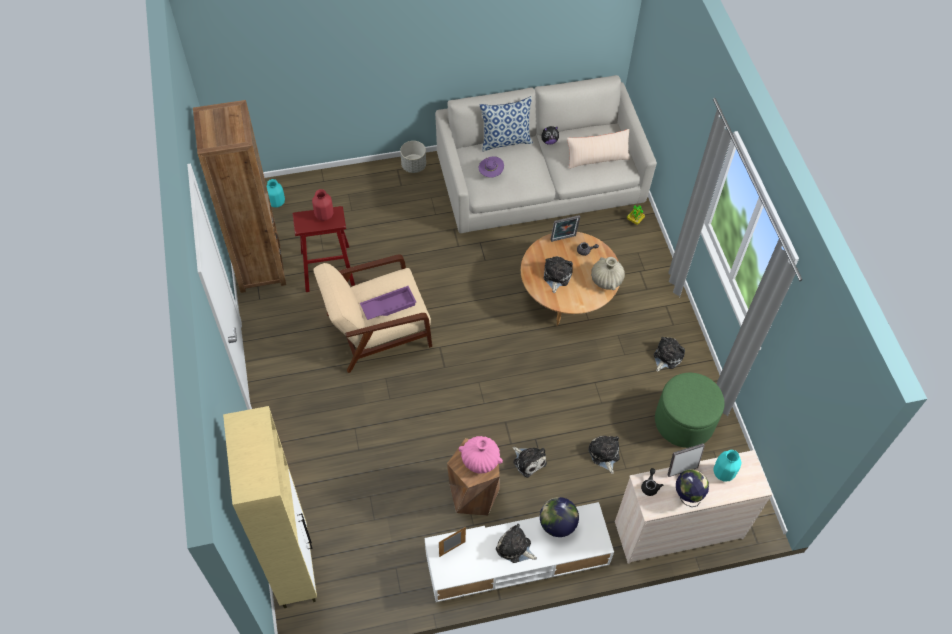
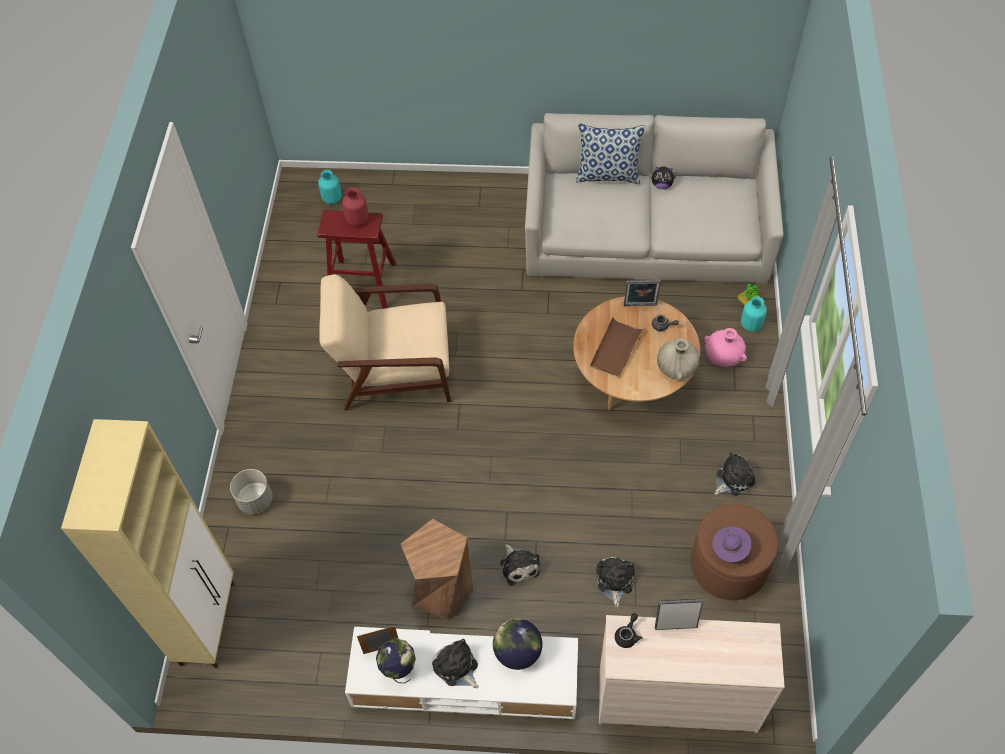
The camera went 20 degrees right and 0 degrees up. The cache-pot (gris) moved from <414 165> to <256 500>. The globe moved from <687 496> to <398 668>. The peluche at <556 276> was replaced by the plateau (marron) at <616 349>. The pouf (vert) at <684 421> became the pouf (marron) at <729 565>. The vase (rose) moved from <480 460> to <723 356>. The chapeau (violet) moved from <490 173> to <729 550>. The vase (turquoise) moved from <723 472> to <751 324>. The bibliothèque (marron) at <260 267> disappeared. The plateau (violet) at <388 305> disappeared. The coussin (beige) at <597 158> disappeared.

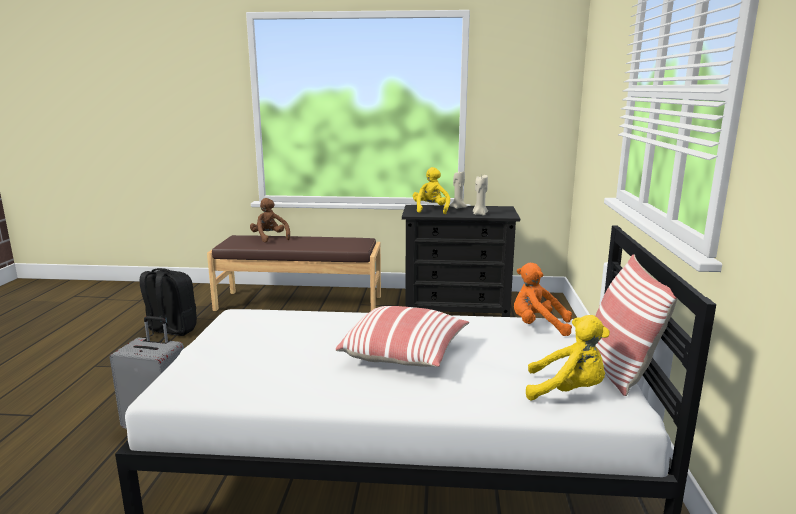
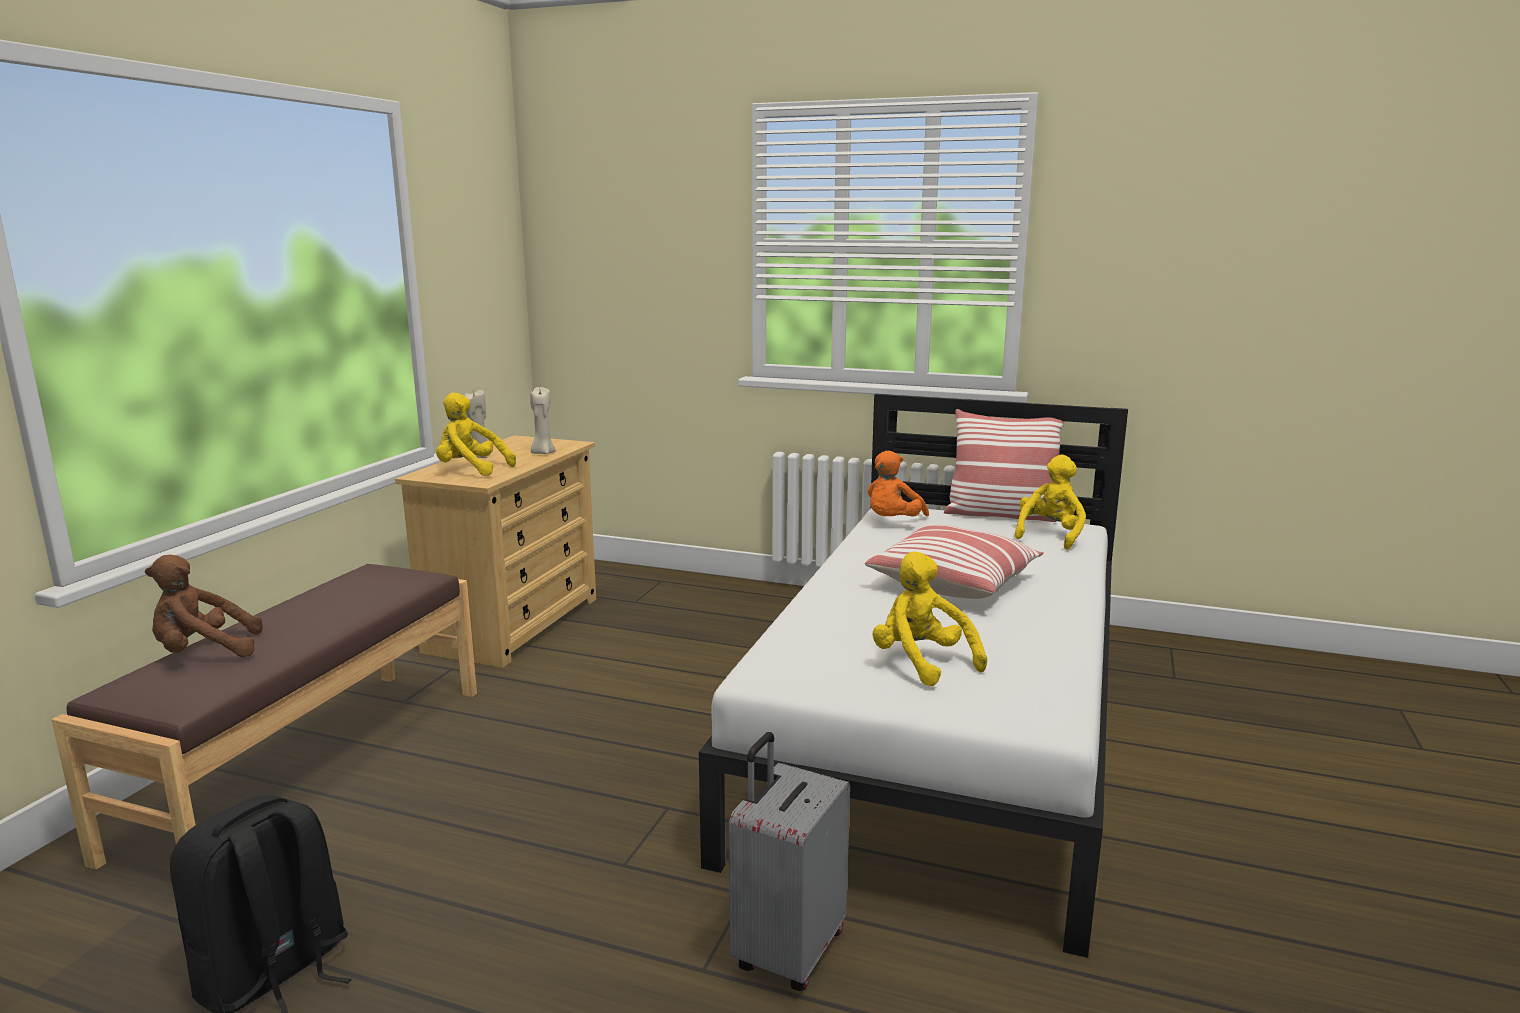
The camera went 75 degrees left and 0 degrees up. The commode (noir) at <457 306> became the commode (beige) at <514 624>. The peluche (jaune) at <921 662> appeared.

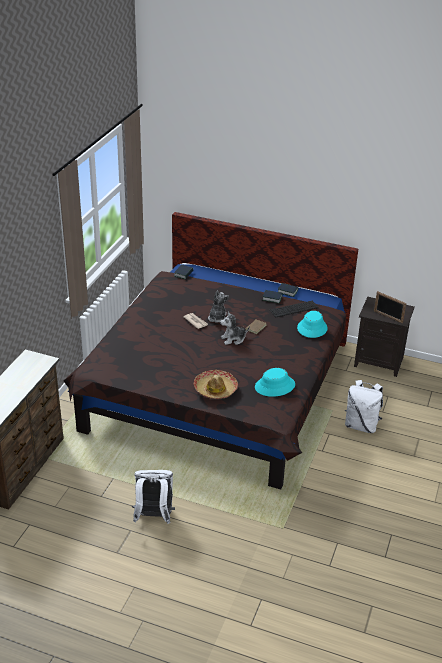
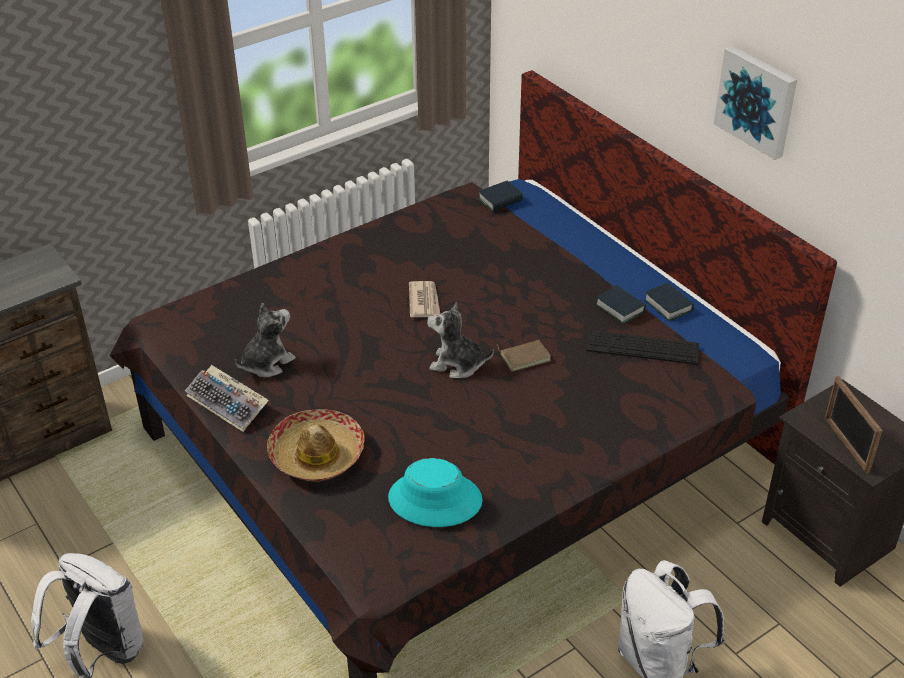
The camera went 35 degrees right and 5 degrees up. The clavier at <229 404> appeared. The peluche moved from <217 318> to <266 363>. The tableau at <757 101> appeared. The chapeau (turquoise) at <312 328> disappeared.

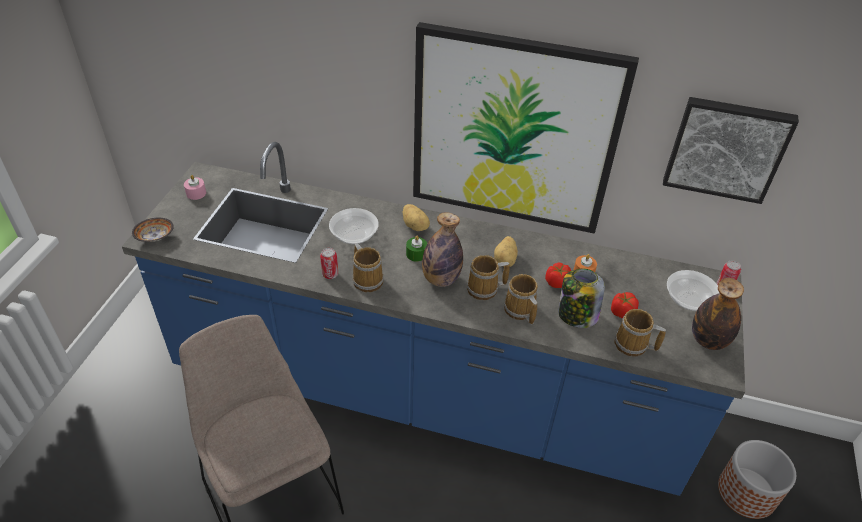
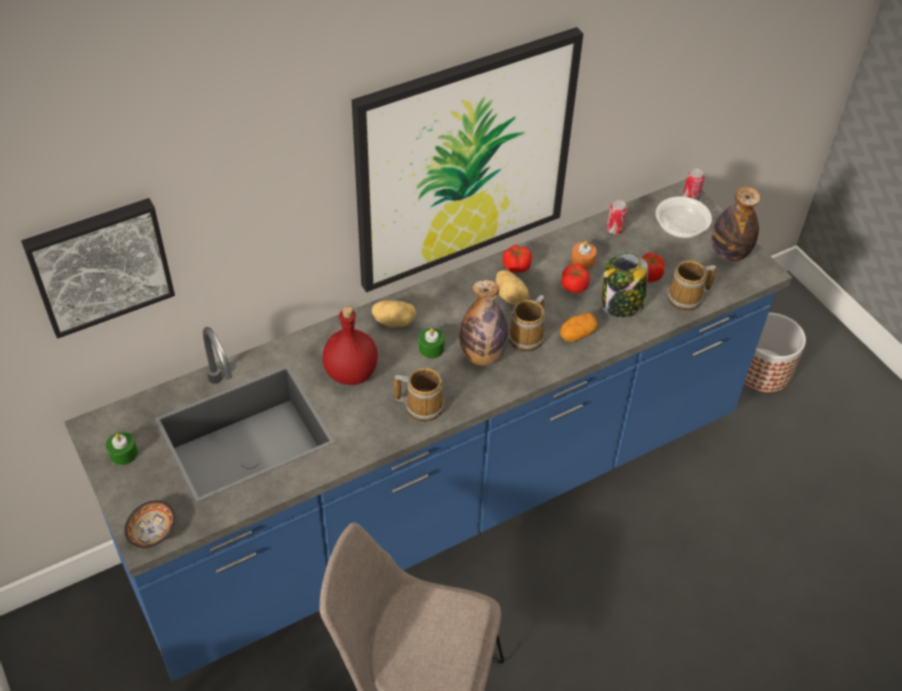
The camera went 45 degrees left and 5 degrees up. The tableau moved from <726 148> to <99 264>. The bougie (rose) at <196 193> became the bougie (vert) at <123 453>. The bol at <354 235> was replaced by the bouteille (rouge) at <352 373>. The tomate at <516 266> appeared. The mug at <519 310> was replaced by the pomme de terre at <577 334>. The boîte métallique moved from <330 274> to <614 229>.

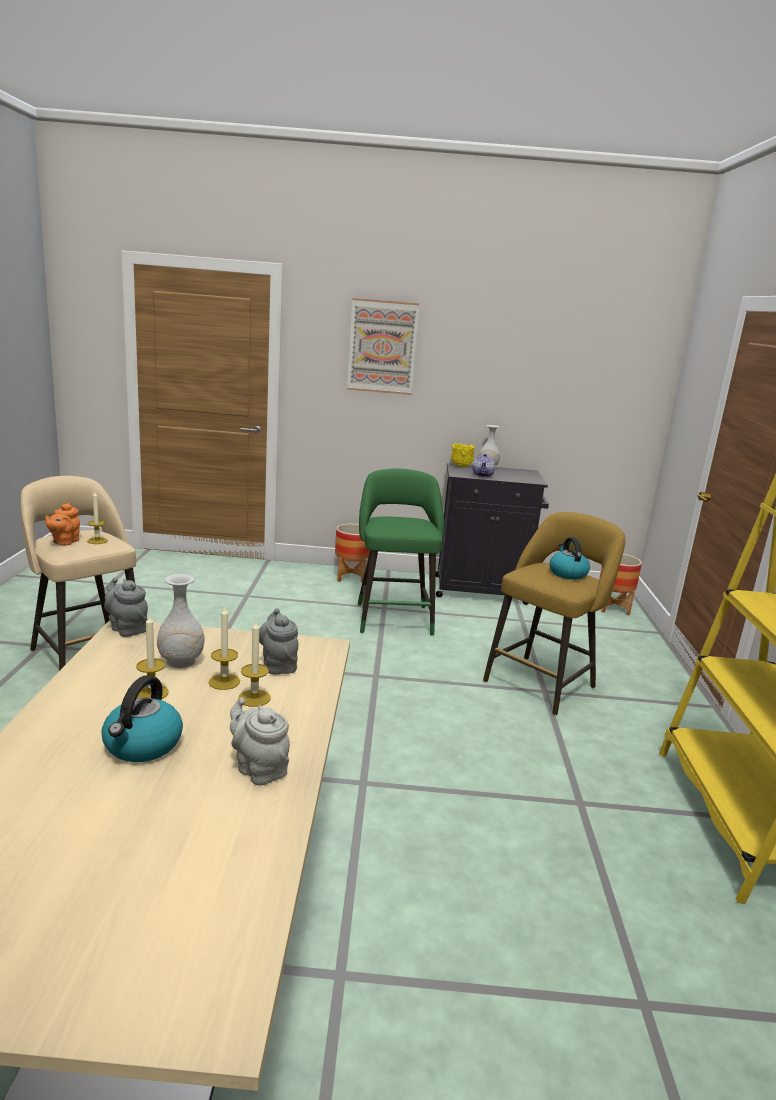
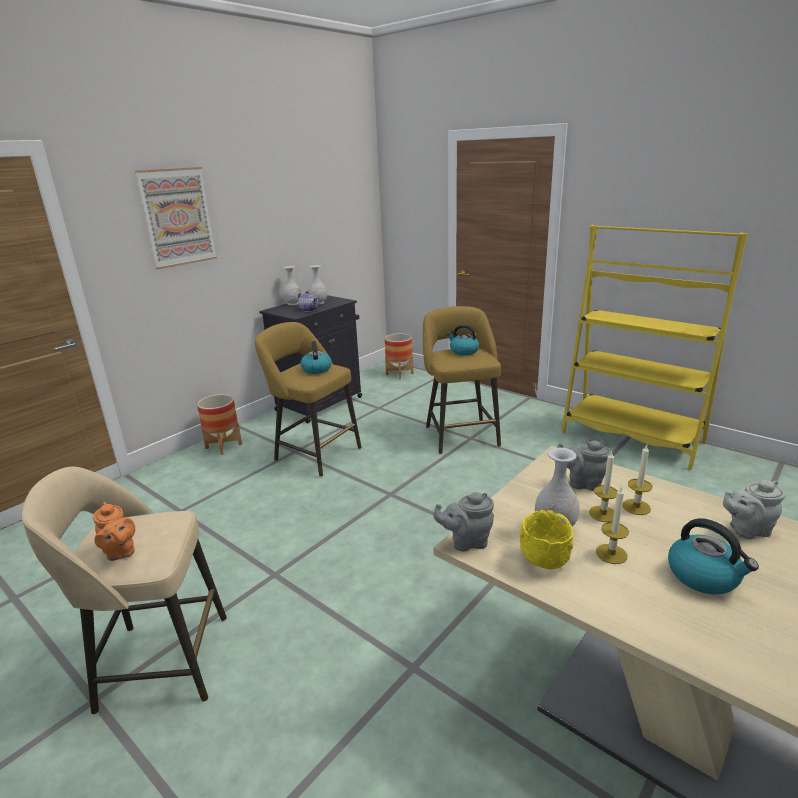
The camera went 50 degrees left and 5 degrees up. The tabouret (vert) at <393 617> became the tabouret (jaune) at <314 453>. The bouilloire at <316 369> appeared. The vase (blanc) at <318 303> appeared. The bol (jaune) moved from <461 466> to <544 560>. The bougie at <97 541> disappeared.

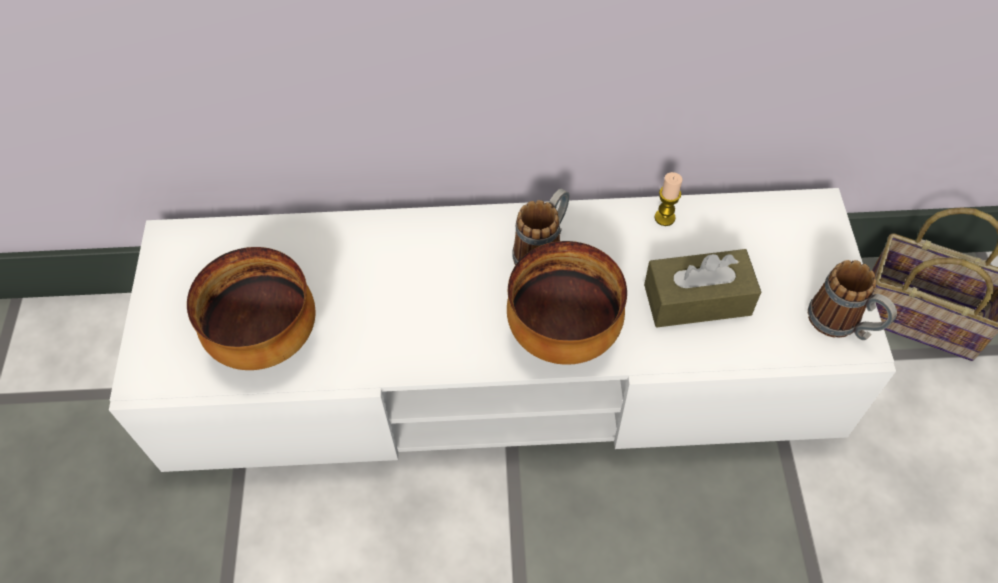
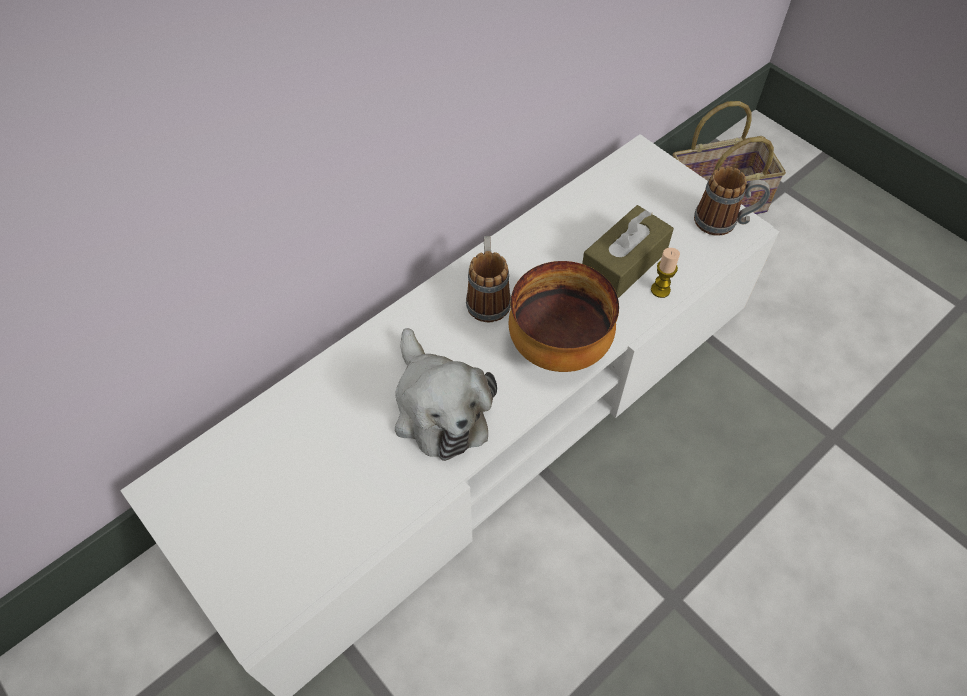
The camera went 40 degrees left and 0 degrees up. The peluche at <438 408> appeared. The bougie moved from <664 217> to <660 290>. The bol at <266 337> disappeared.

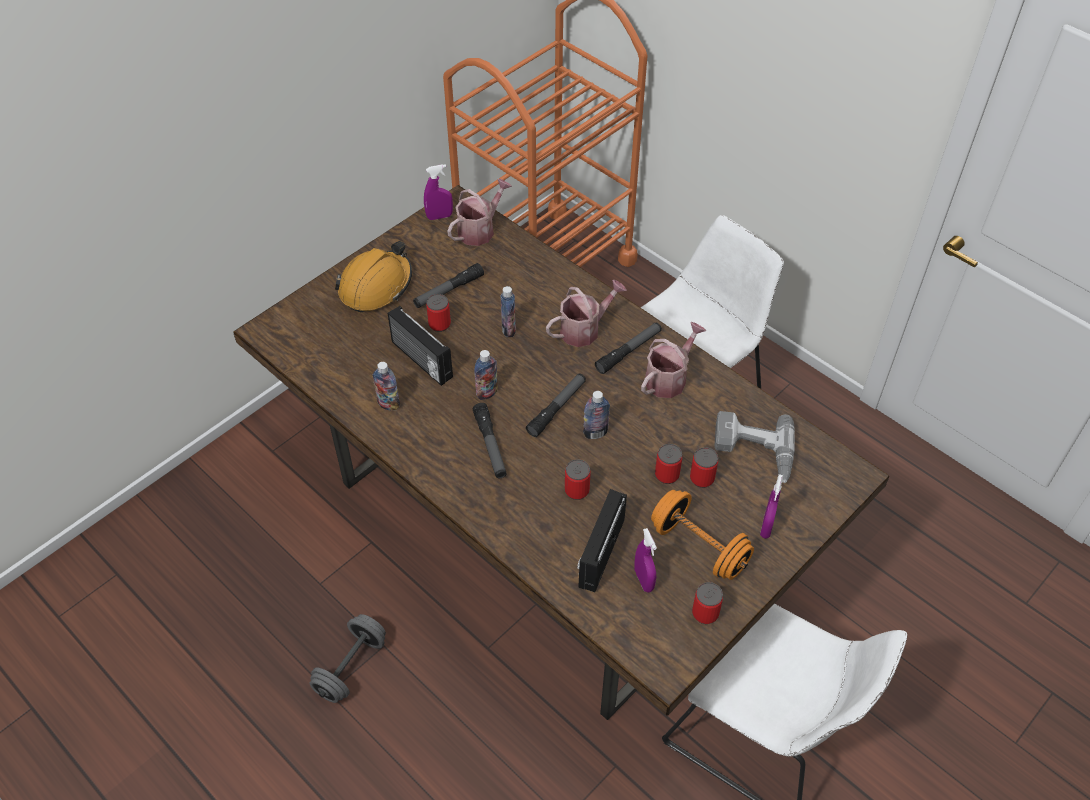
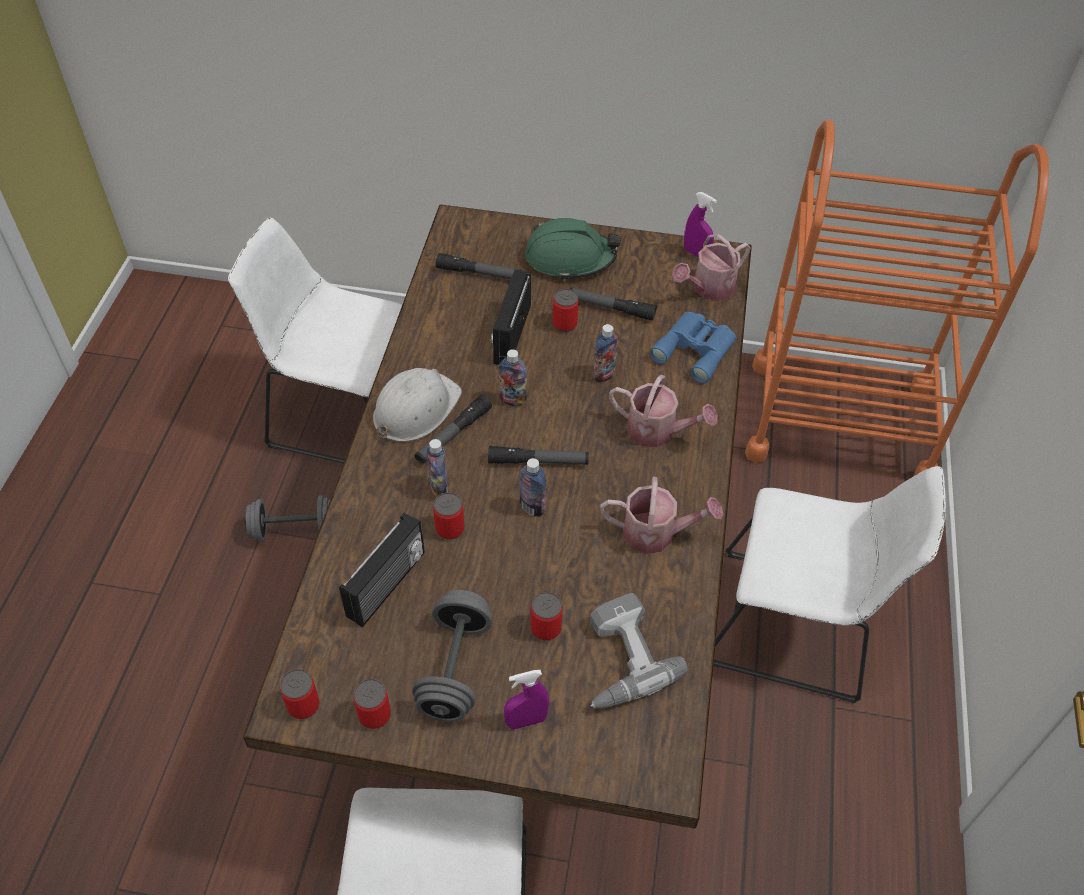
The camera went 55 degrees right and 0 degrees up. The chaise (blanc) at <343 414> appeared. The boîte métallique moved from <667 475> to <303 705>. The radio at <599 553> turned 135 degrees clockwise. The casque de chantier (blanc) at <415 409> appeared. The haltère (orange) at <699 547> became the haltère (gris) at <454 669>. The bouteille moved from <388 404> to <439 488>. The lampe de poche moved from <629 351> to <479 273>. The casque de chantier (orange) at <376 286> became the casque de chantier (vert) at <570 259>. The jumelles (bleu) at <696 349> appeared. The arrosoir at <480 230> turned 135 degrees clockwise. The vaporisateur (violet) at <643 580> disappeared.

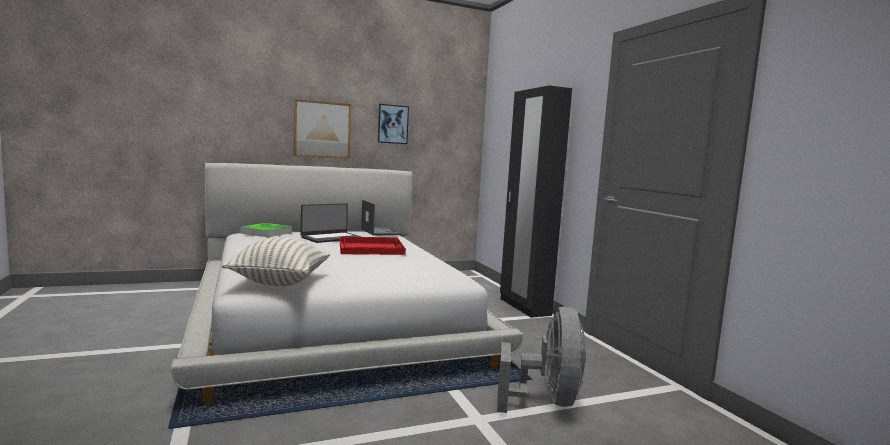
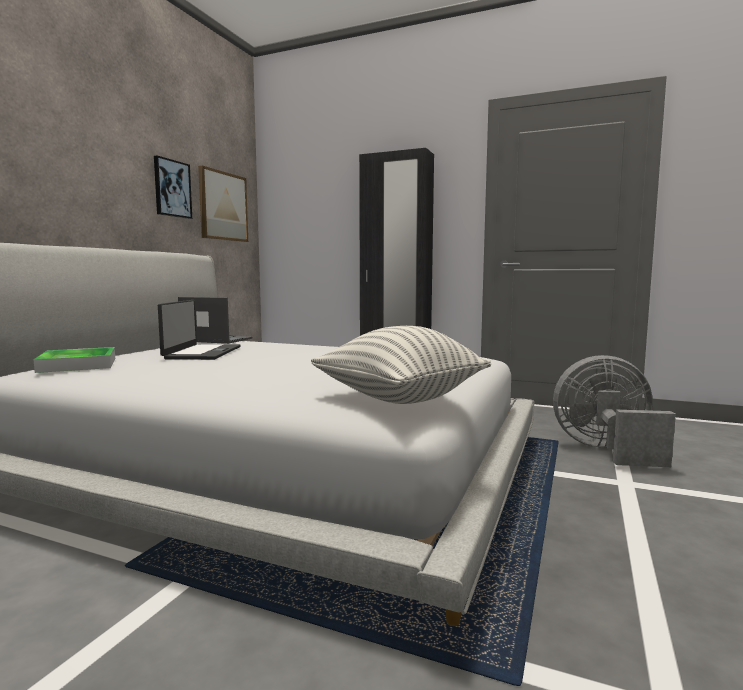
The camera went 45 degrees left and 0 degrees up. The tableau moved from <322 129> to <223 206>. The ventilateur (gris) at <547 401> turned 45 degrees counterclockwise. The plateau (rouge) at <371 248> disappeared.

